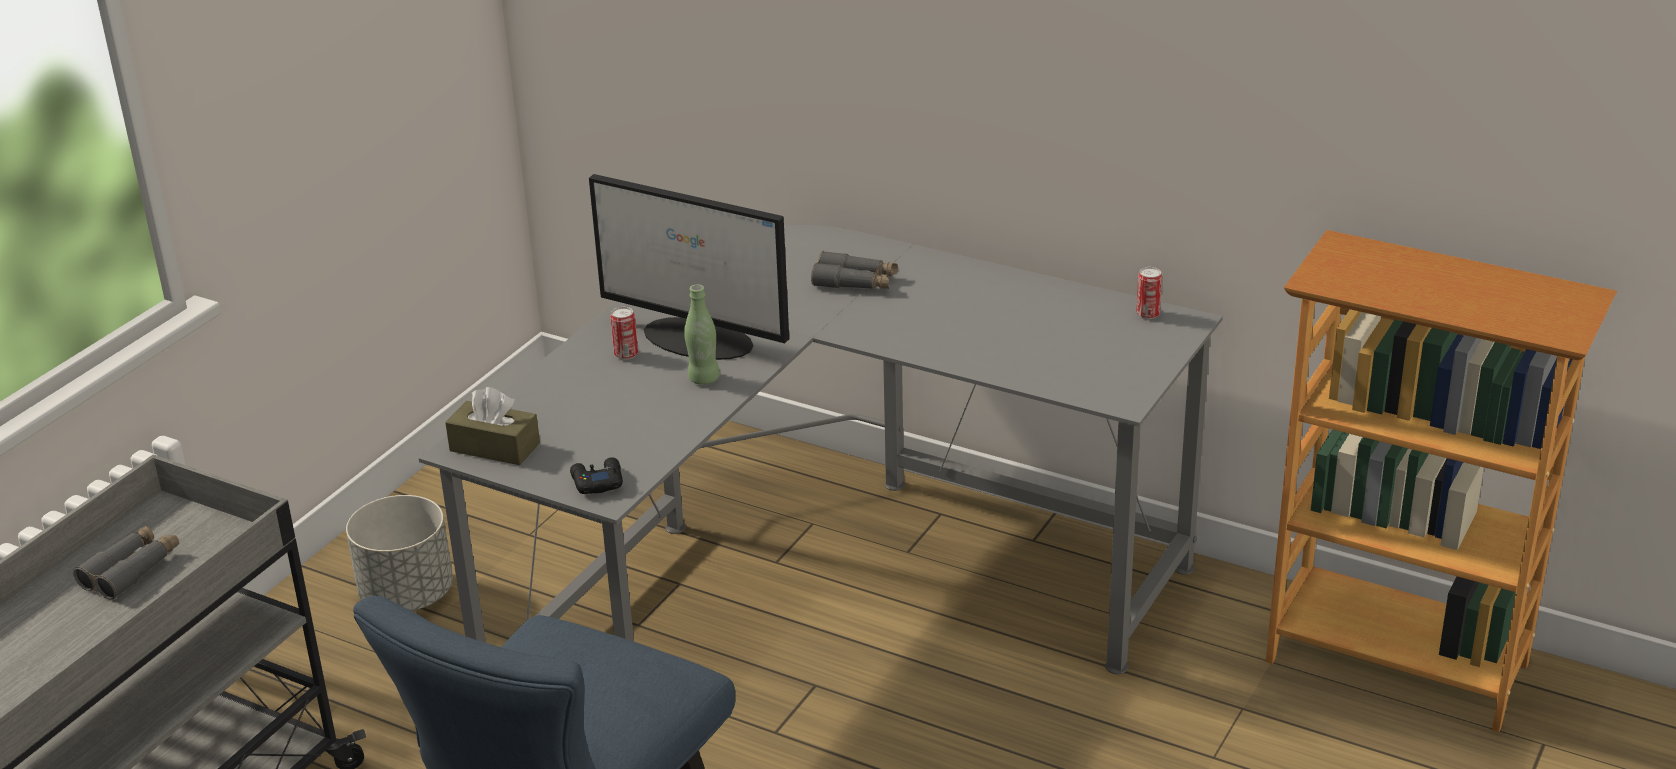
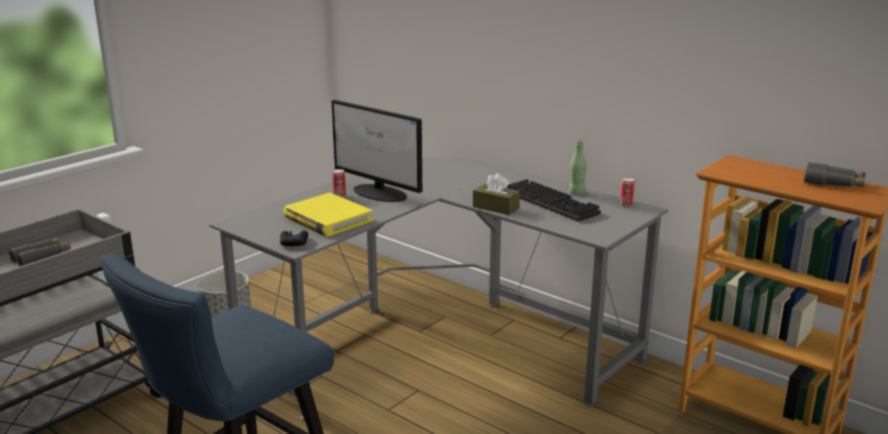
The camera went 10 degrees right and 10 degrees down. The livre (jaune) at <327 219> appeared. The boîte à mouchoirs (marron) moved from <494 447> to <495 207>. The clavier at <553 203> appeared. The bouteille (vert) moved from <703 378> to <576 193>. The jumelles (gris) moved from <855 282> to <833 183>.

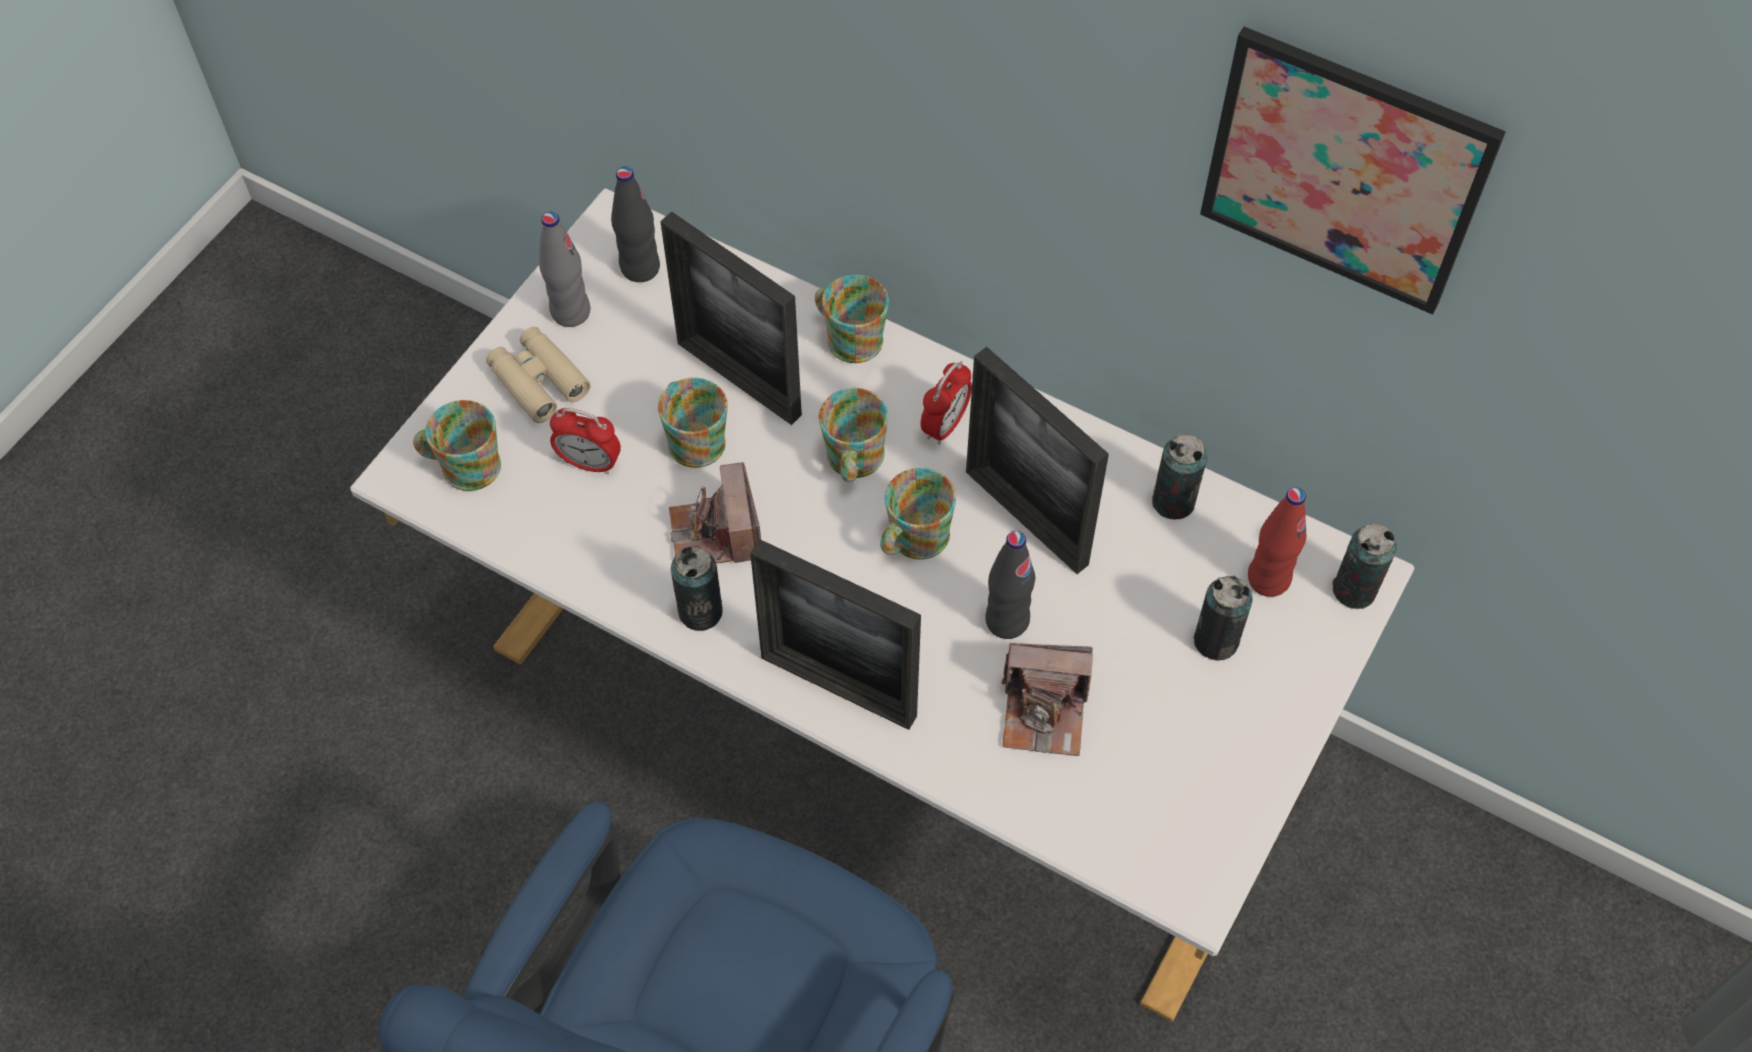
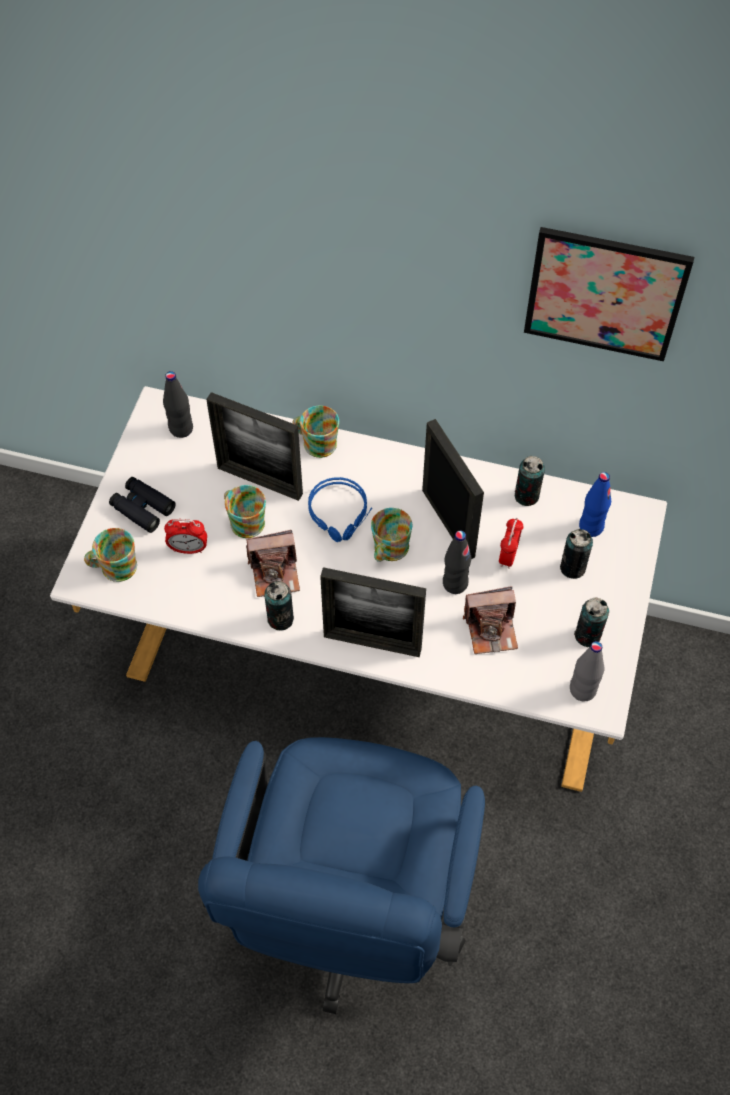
The camera went 15 degrees left and 0 degrees up. The jumelles (beige) at <538 381> became the jumelles (noir) at <142 508>. The appareil photo at <716 534> turned 75 degrees counterclockwise. The mug at <852 462> was replaced by the casque audio (bleu) at <340 514>. The cadre photo at <1026 518> turned 150 degrees counterclockwise. The réveil moved from <945 425> to <508 556>. The bouteille (gris) moved from <570 312> to <582 690>. The boîte métallique moved from <1354 590> to <587 635>. The bouteille (rouge) at <1268 579> became the bouteille (bleu) at <591 527>.

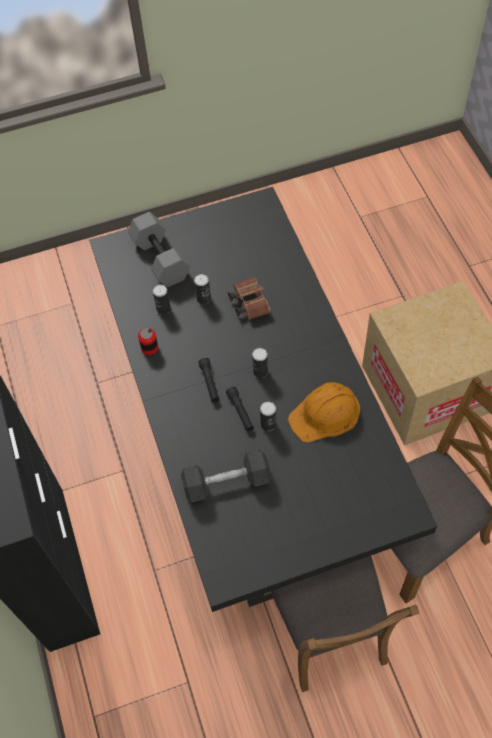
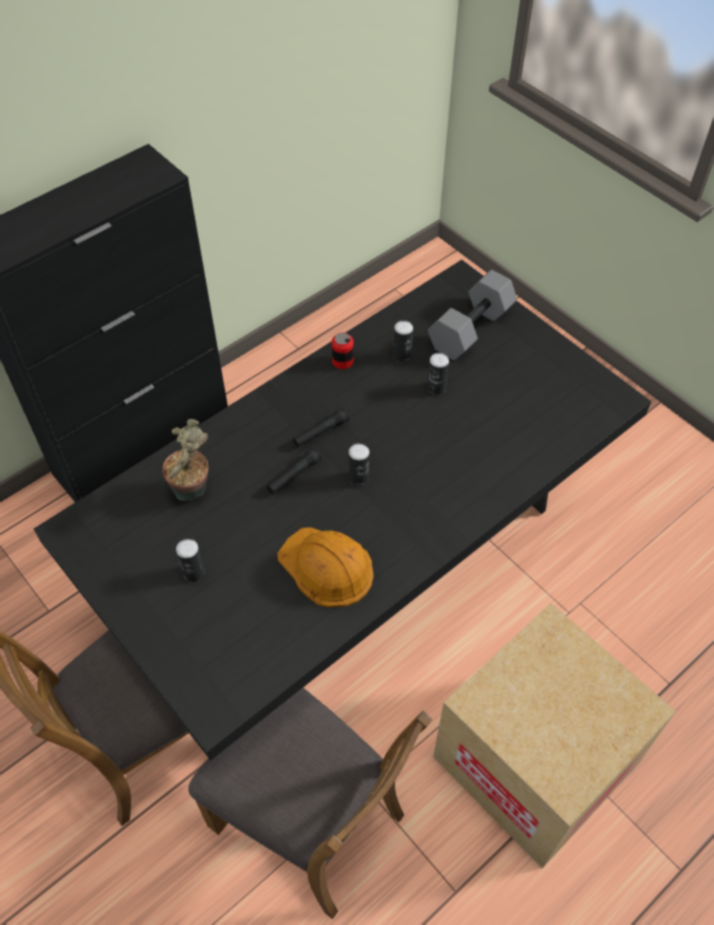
The camera went 65 degrees right and 5 degrees down. The haltère (gris) at <226 482> was replaced by the plante en pot at <193 492>. The boîte métallique moved from <268 424> to <193 572>. The jumelles (marron) at <249 302> disappeared.

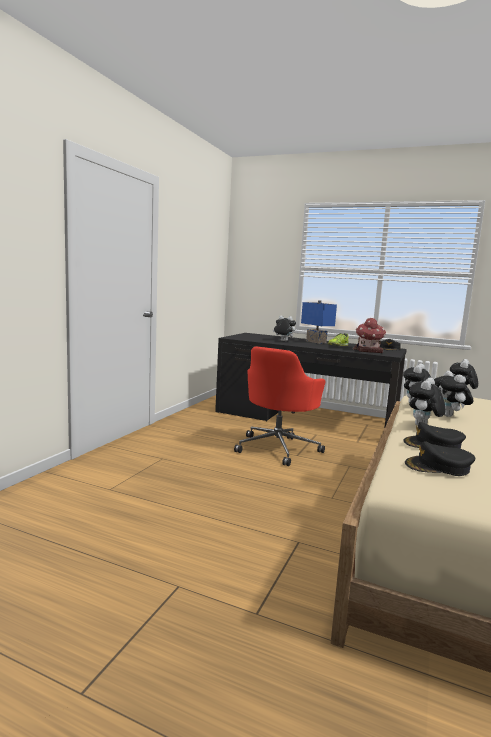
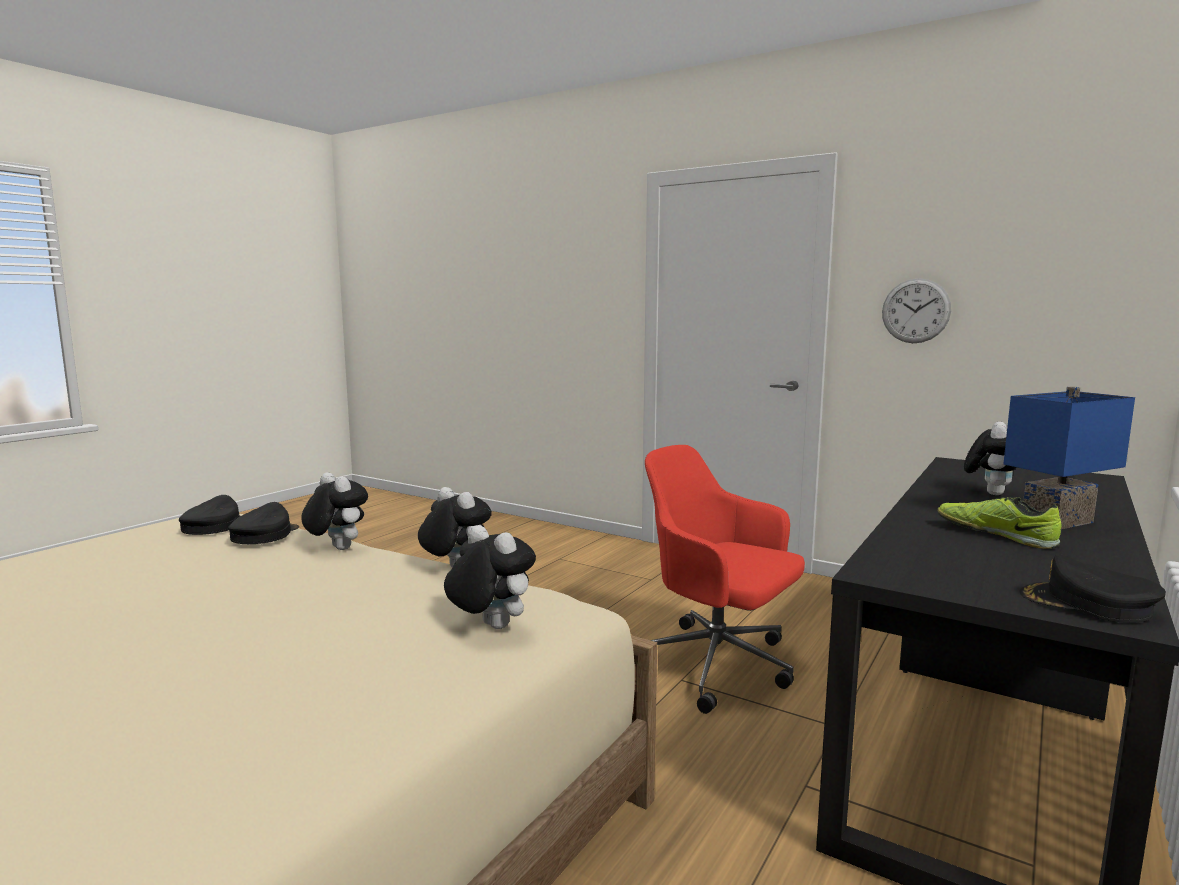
The camera went 100 degrees right and 0 degrees up. The horloge murale at <915 311> appeared. The maison miniature at <368 351> disappeared. The peluche at <449 416> disappeared.

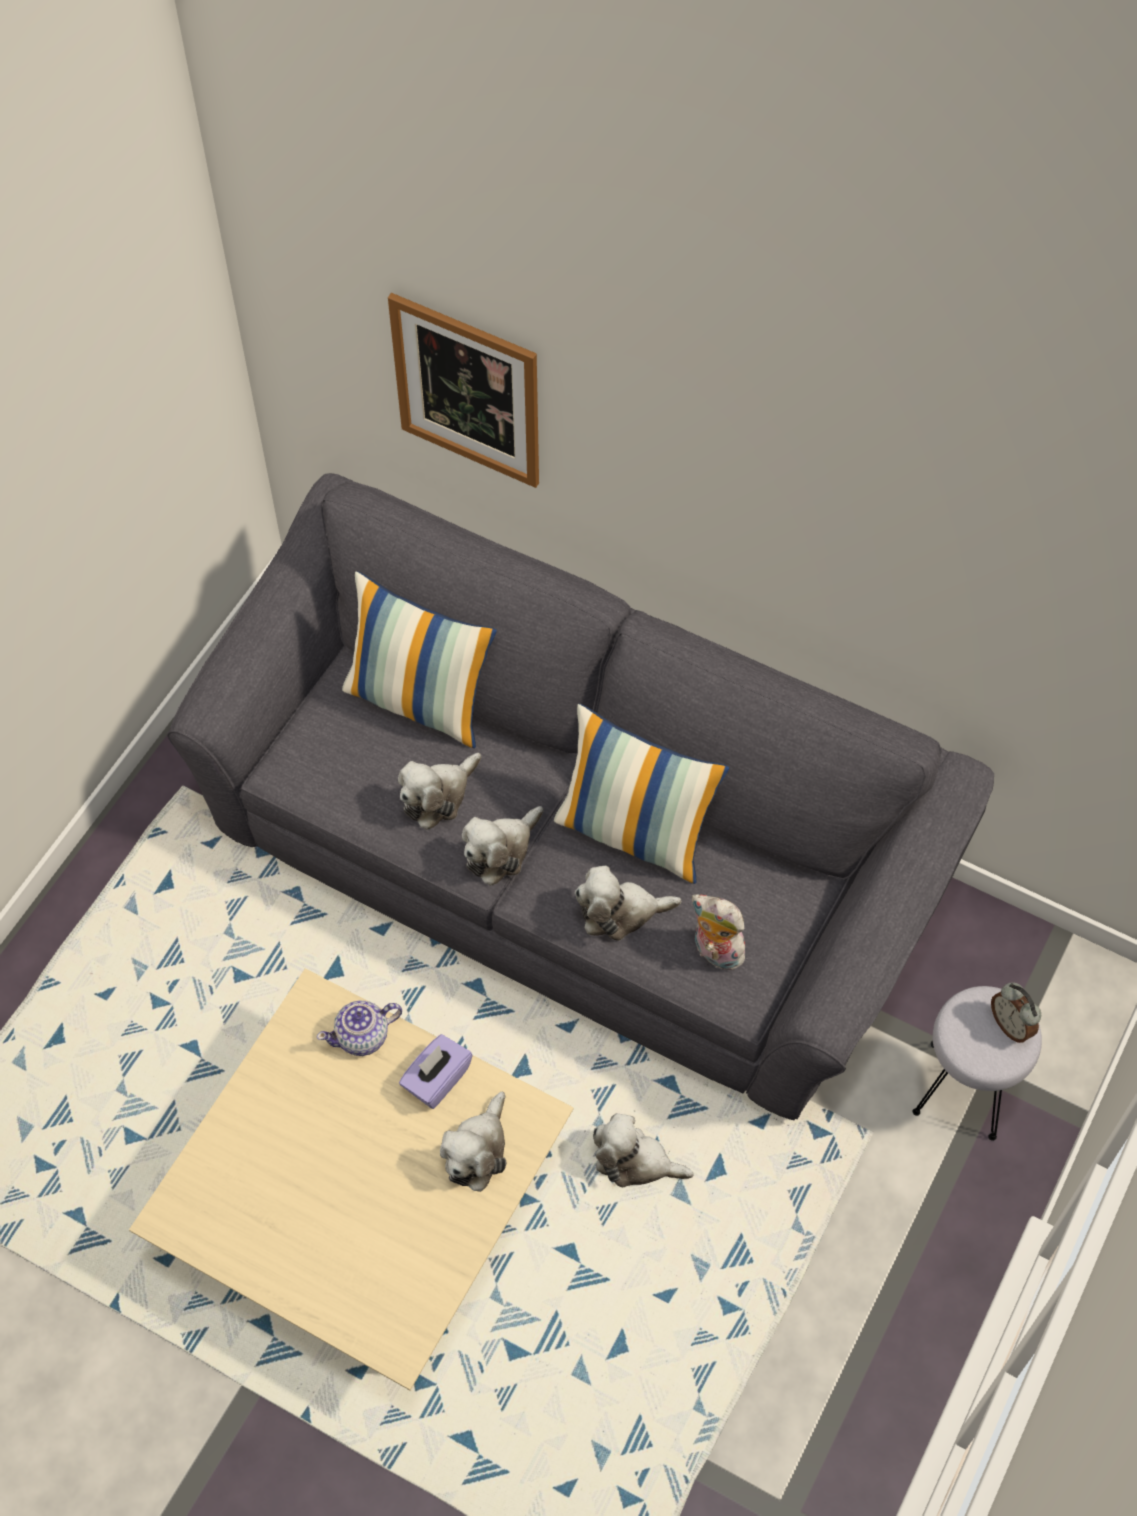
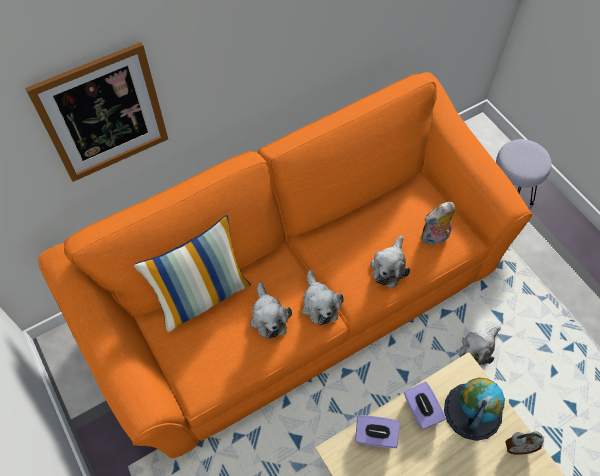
The camera went 60 degrees left and 0 degrees up. The canapé (gris) at <569 857> became the canapé (orange) at <299 293>. The théière at <363 1036> was replaced by the boîte à mouchoirs (violet) at <375 436>. The peluche at <477 1151> was replaced by the globe at <472 411>. The réveil moved from <1011 1025> to <518 447>. The coussin at <636 832> disappeared.

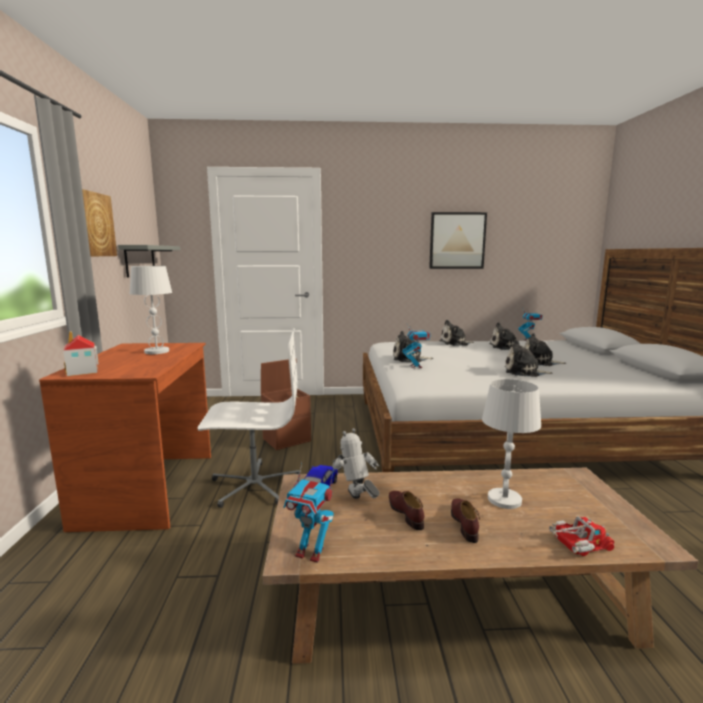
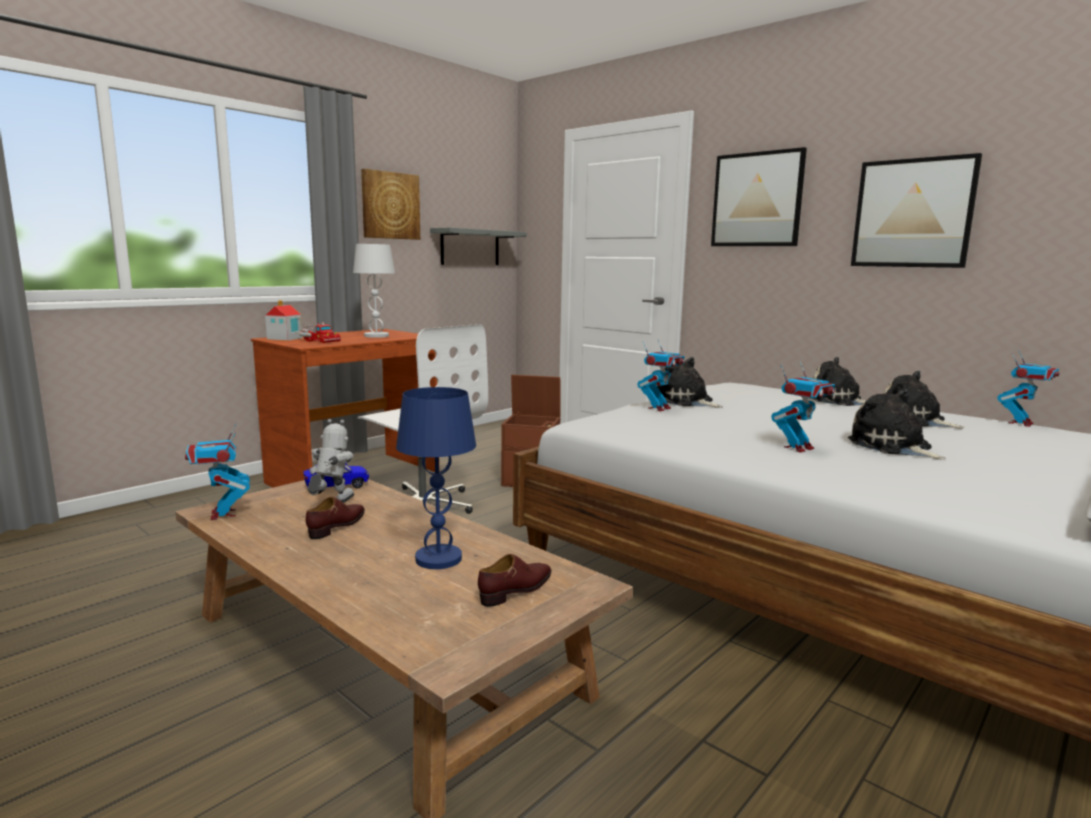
The camera went 45 degrees right and 0 degrees up. The camion jouet moved from <576 545> to <318 340>. The lampe de table (blanc) at <504 499> became the lampe de table (bleu) at <439 558>. The chaussure (marron) moved from <464 523> to <517 590>. The tableau at <757 200> appeared. The peluche at <524 372> was replaced by the robot jouet at <798 448>.

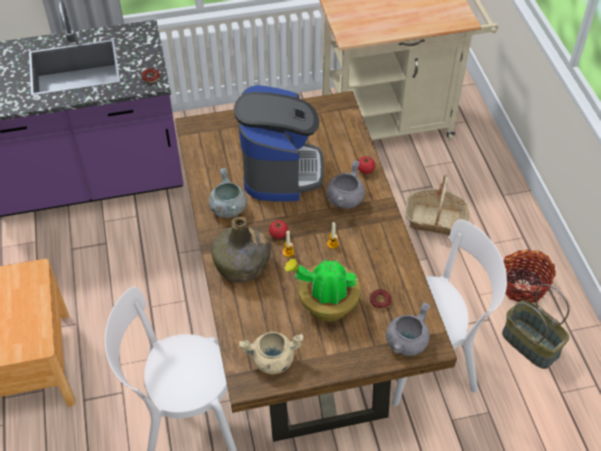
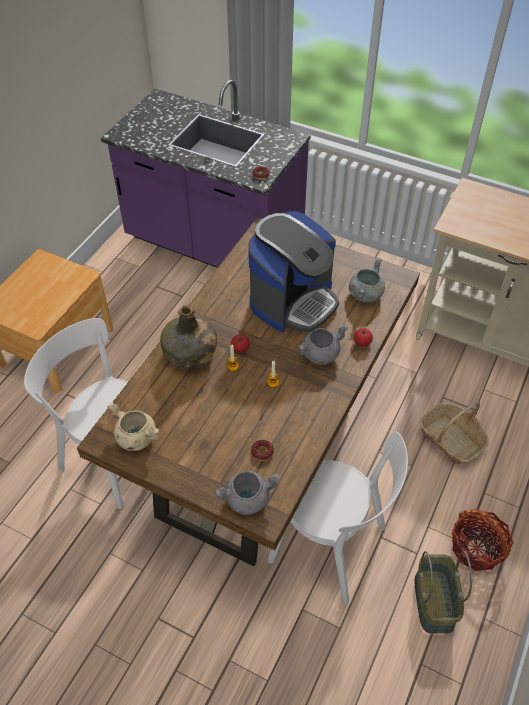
The camera went 40 degrees right and 0 degrees up. The marmite (gris) moved from <228 208> to <365 294>. The plante en pot at <325 305> disappeared.

